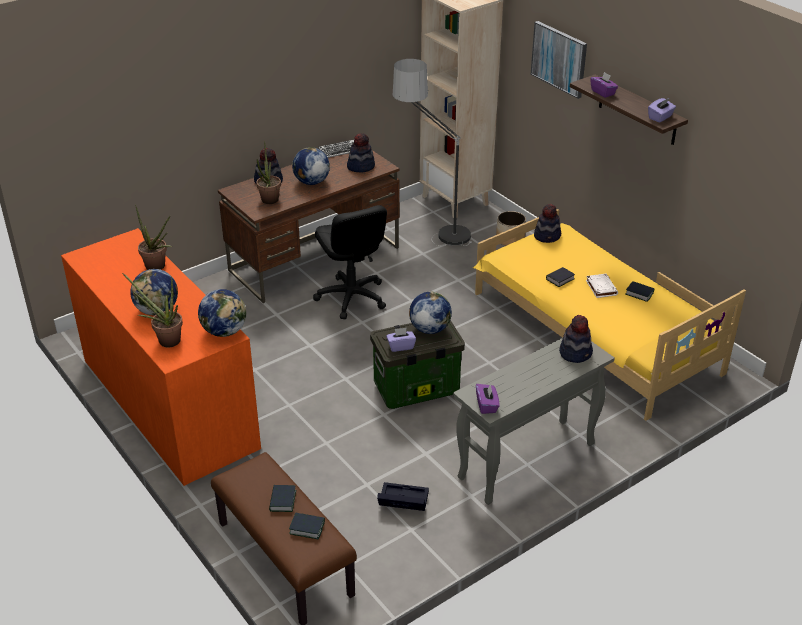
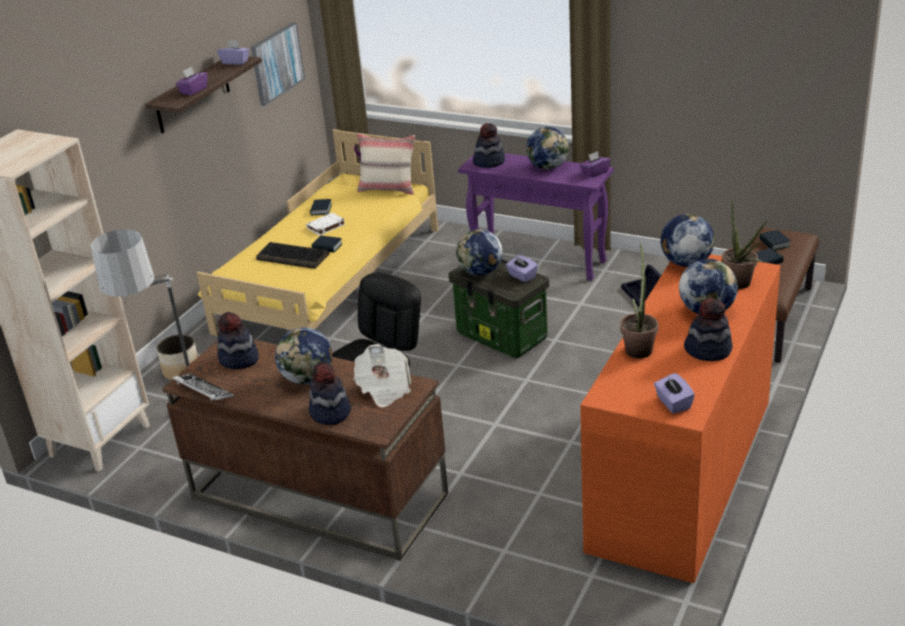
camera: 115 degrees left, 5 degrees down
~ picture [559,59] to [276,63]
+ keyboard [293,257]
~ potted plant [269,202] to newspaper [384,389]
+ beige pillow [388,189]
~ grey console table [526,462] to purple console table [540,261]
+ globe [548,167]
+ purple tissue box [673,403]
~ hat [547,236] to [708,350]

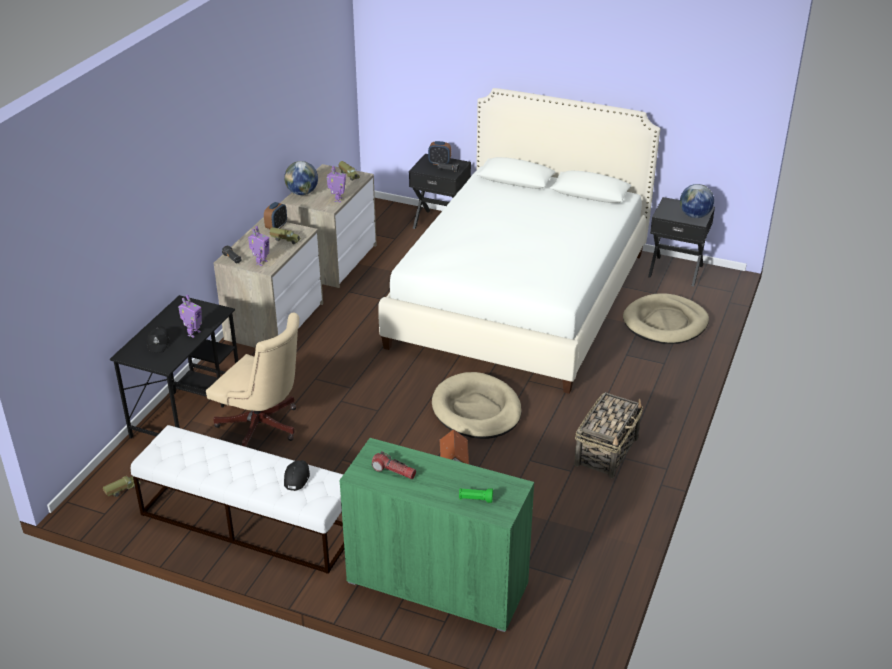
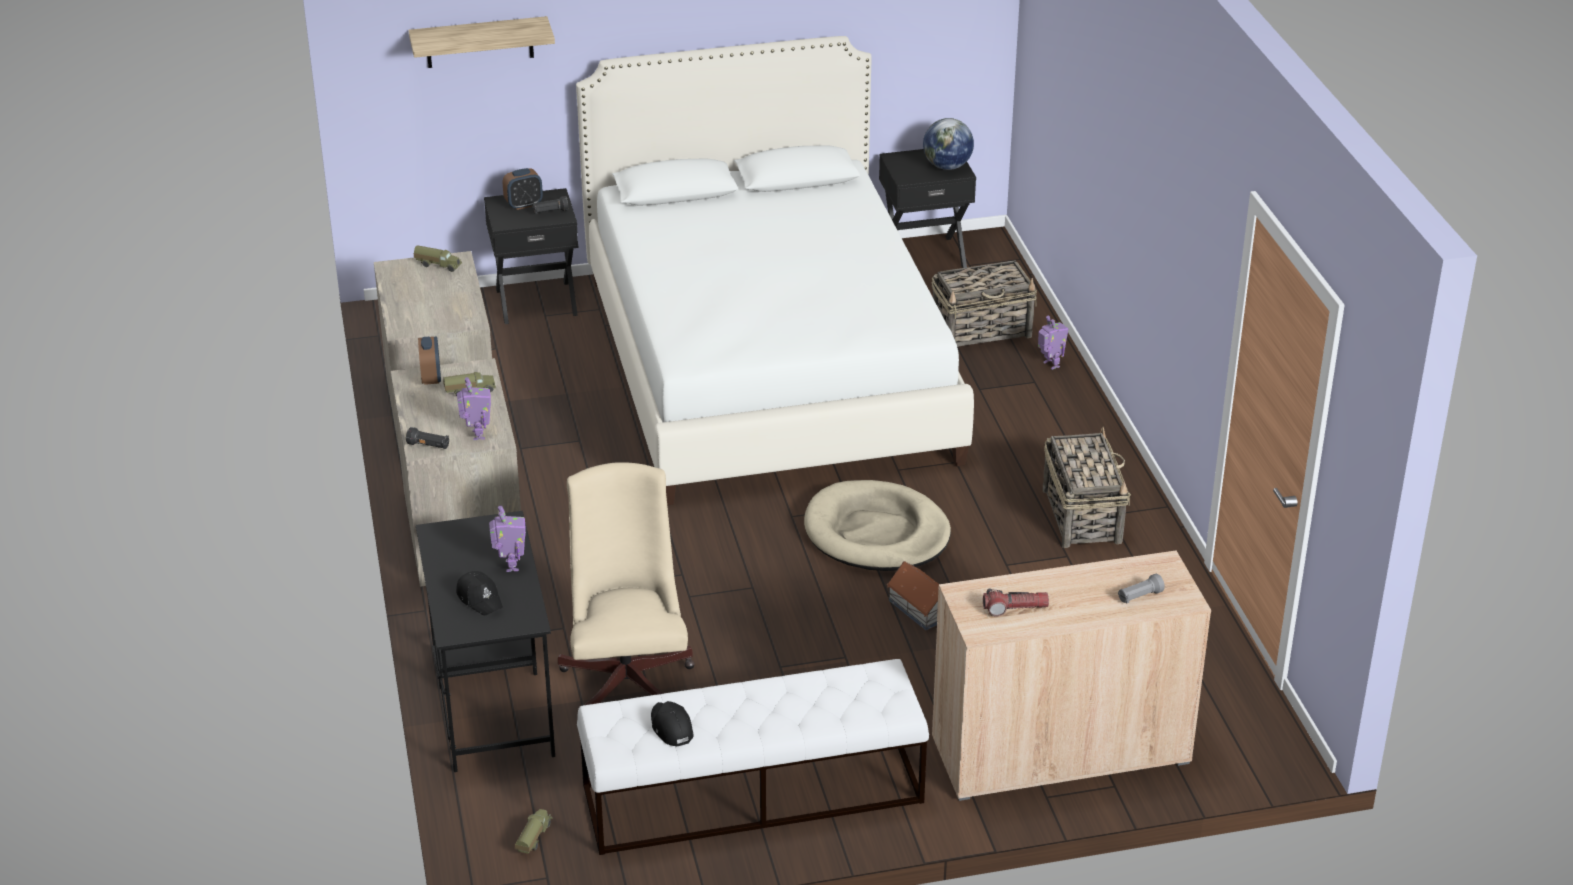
camera: 35 degrees left, 0 degrees up
+ shelf [479,42]
~ beige office chair [263,428] = [628,676] 90 degrees counterclockwise
~ black cap [296,477] to [670,728]
~ beige dog bed [665,323] to basket [982,330]
~ green cabinet [437,583] to beige cabinet [1060,750]
~ toy robot [337,199] to [1050,365]
~ green flashlight [475,499] to grey flashlight [1139,597]
- globe [302,193]

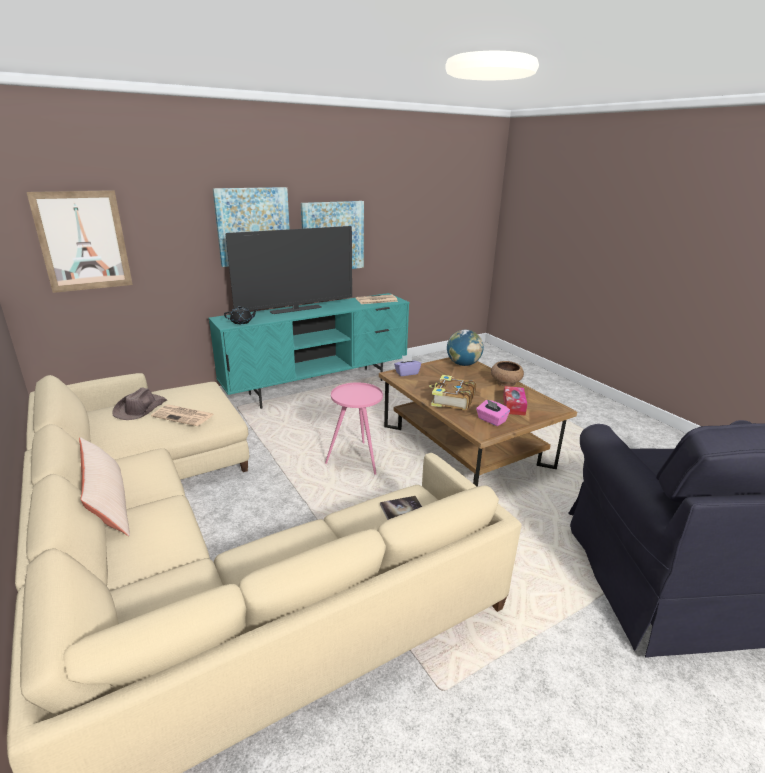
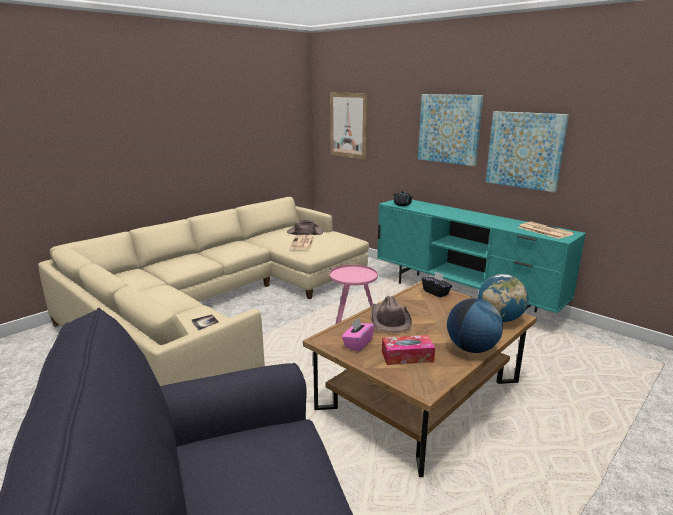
camera: 75 degrees right, 5 degrees down
~ book [452,400] to brown hat [389,319]
~ purple tissue box [407,373] to black tissue box [436,292]
~ brown bowl [506,383] to globe [471,349]
- beige pillow [109,505]
- television [296,310]

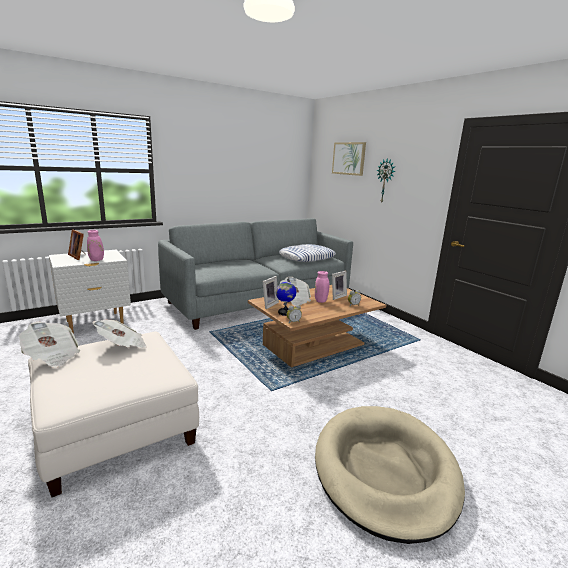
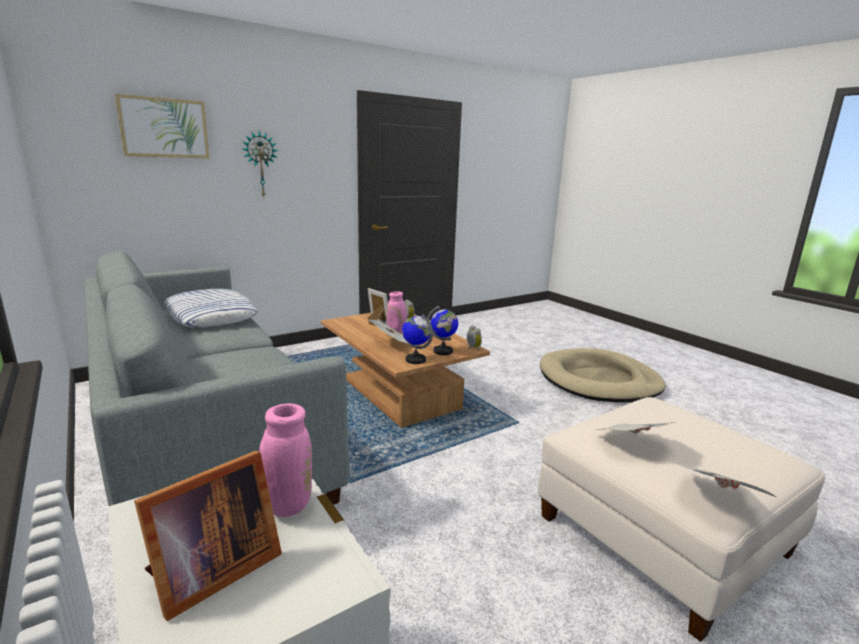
camera: 90 degrees left, 0 degrees up
~ picture frame [268,304] to globe [415,360]

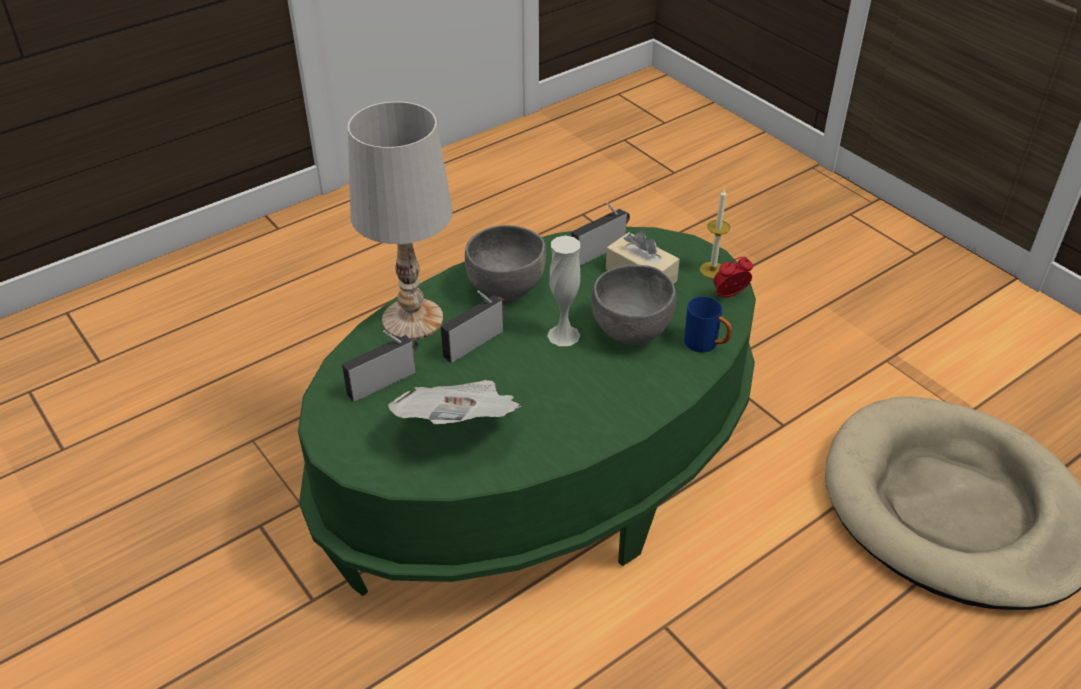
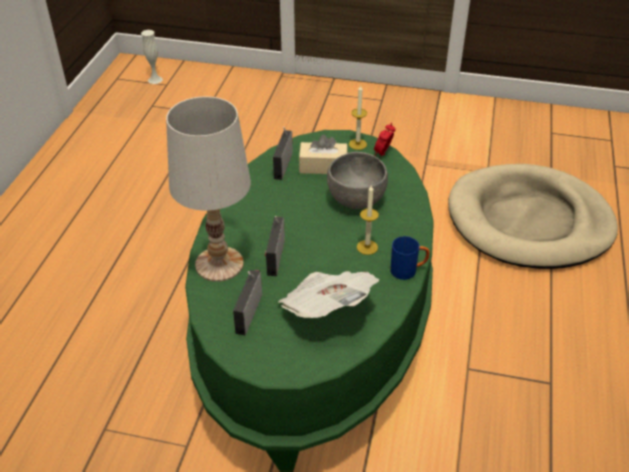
camera: 40 degrees left, 0 degrees up
~ white vase [563,335] to [155,80]
+ candle [367,247]
~ blue mug [706,345] to [408,270]
- grey bowl [506,289]

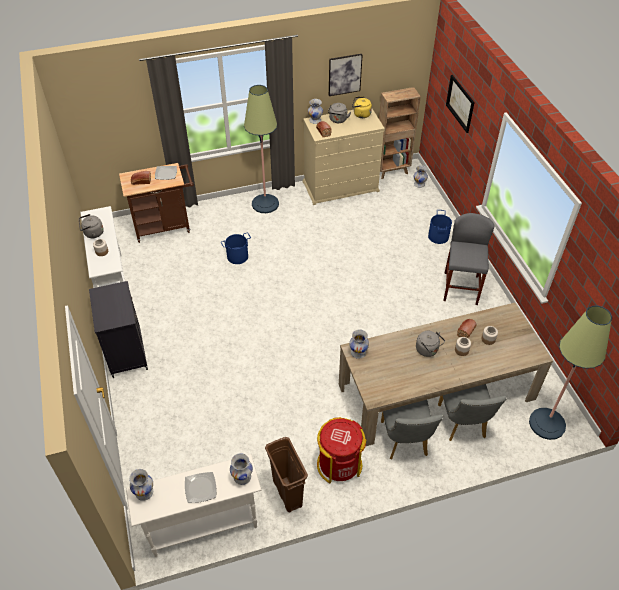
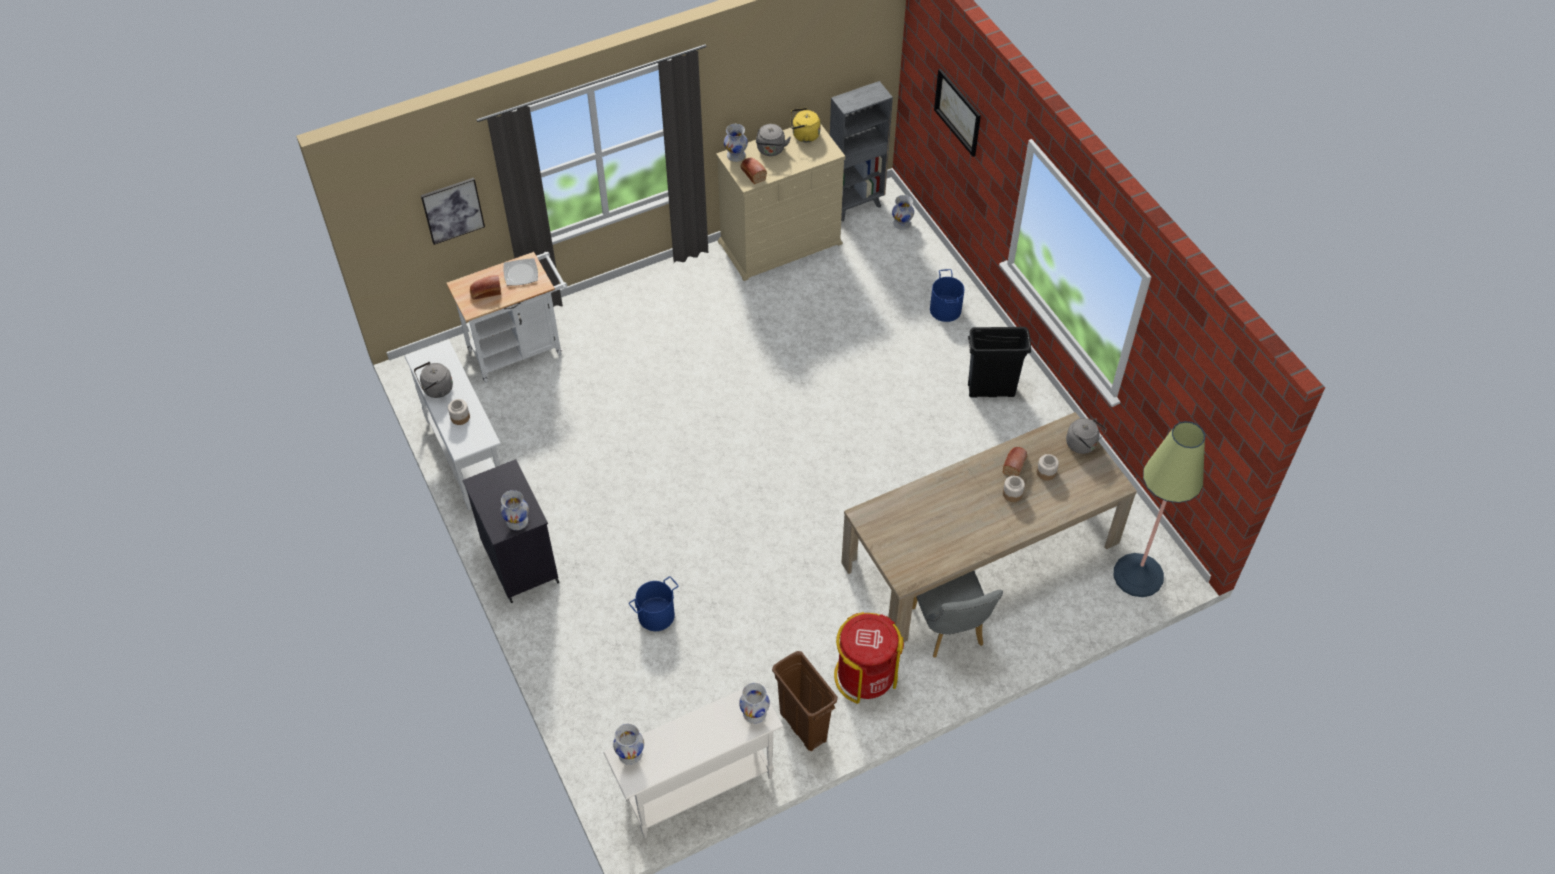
camera: 10 degrees left, 5 degrees up
~ picture [344,74] to [452,210]
~ brown cart [165,226] to white cart [520,349]
~ white vase [358,352] to [517,521]
~ blue bucket [237,256] to [656,614]
~ brown bookcase [392,171] to grey bookcase [856,205]
~ grey stool [460,288] to black trash can [991,390]
~ grey kettle [428,350] to [1083,444]
- plate [200,488]
- floor lamp [265,204]
- grey chair [463,424]

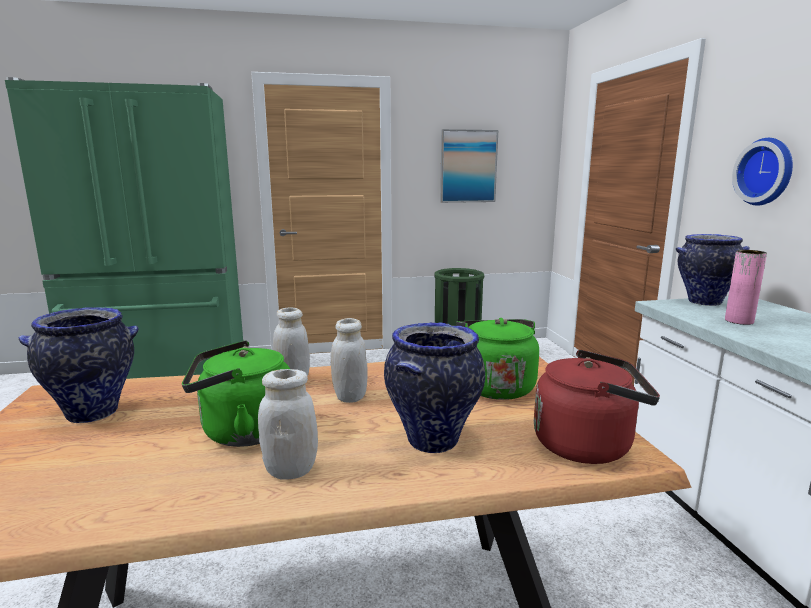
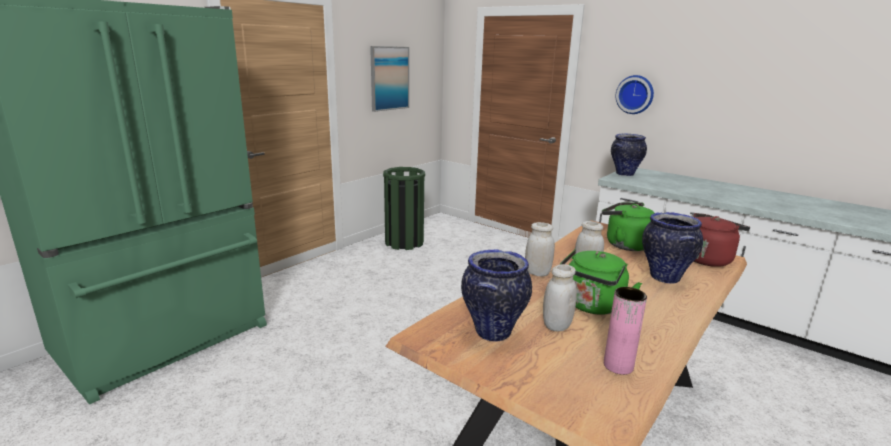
camera: 40 degrees left, 5 degrees up
~ white jar [290,470] to [556,325]
~ pink vase [739,321] to [618,366]

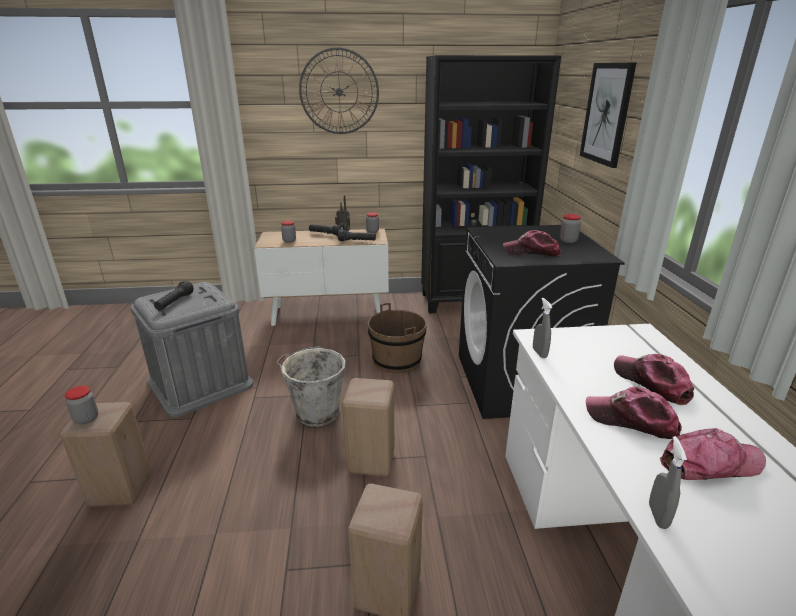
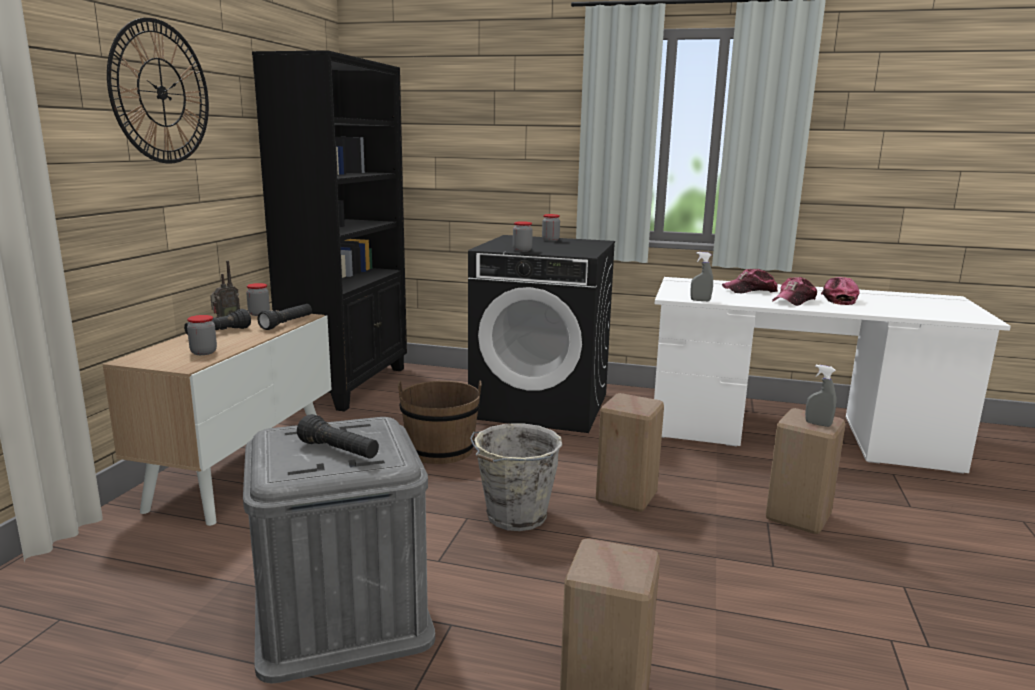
camera: 70 degrees left, 10 degrees down
~ jar [86,418] to [522,250]
~ grey spray bottle [658,516] to [818,424]
- cap [531,252]
- picture [607,114]

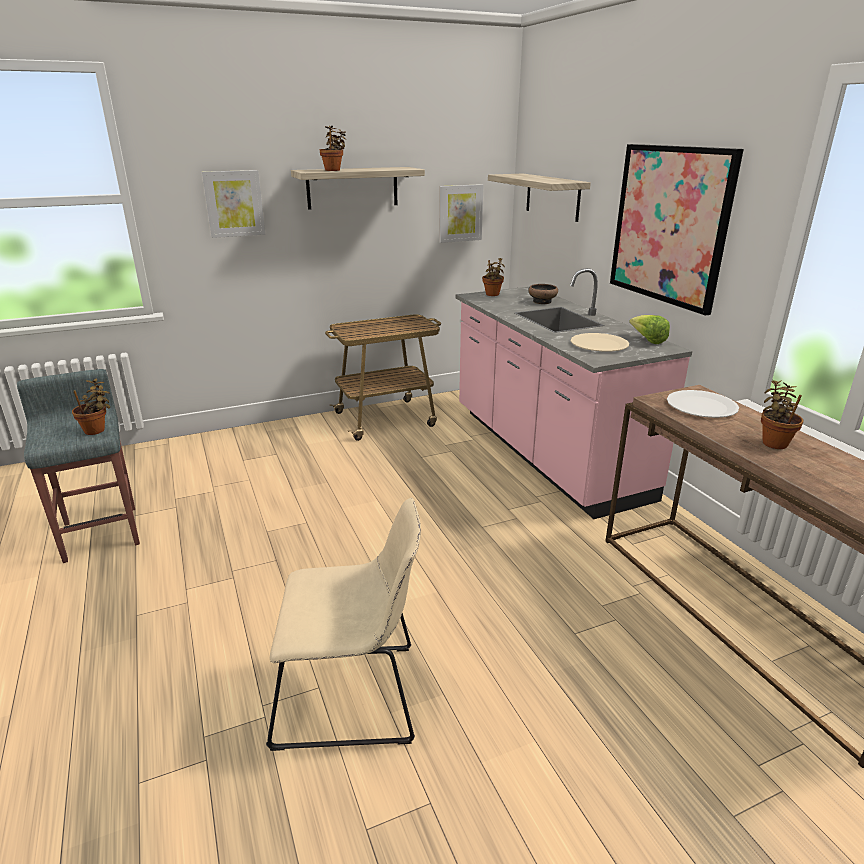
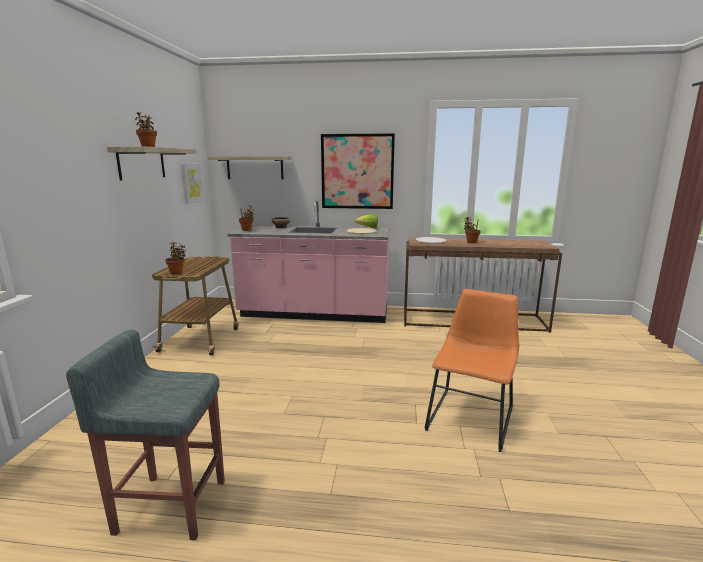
camera: 60 degrees left, 10 degrees down
~ potted plant [97,430] to [177,272]
~ beige chair [353,695] to orange chair [471,416]
- picture [234,203]

